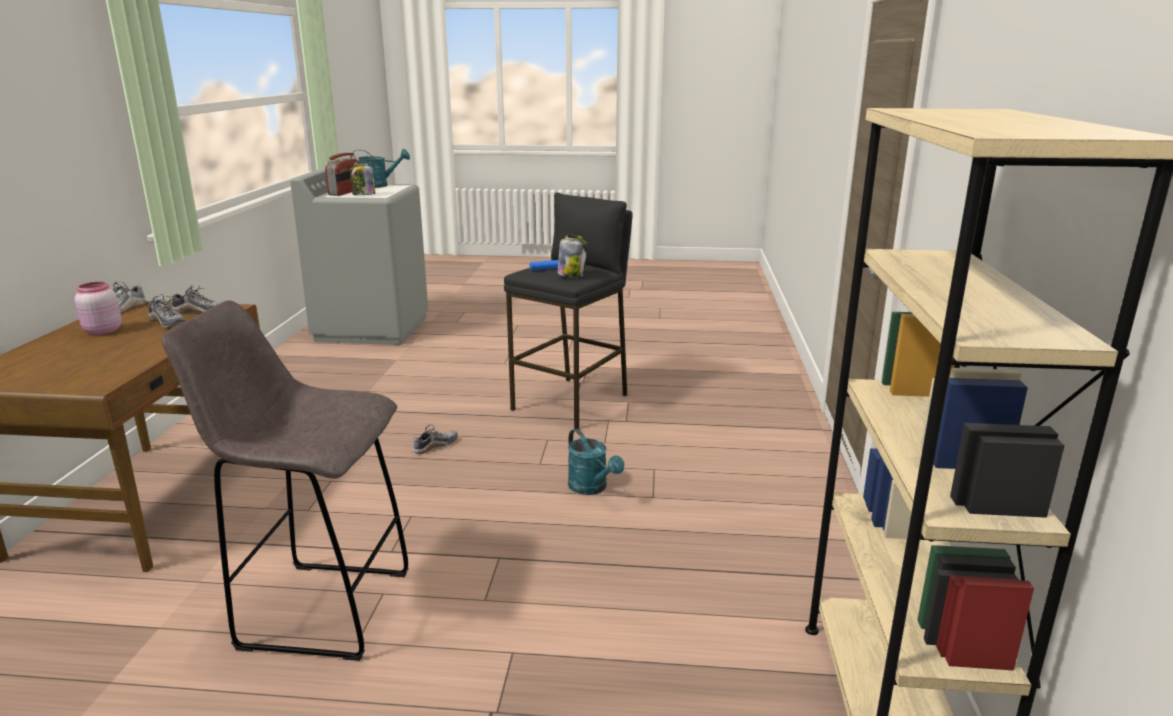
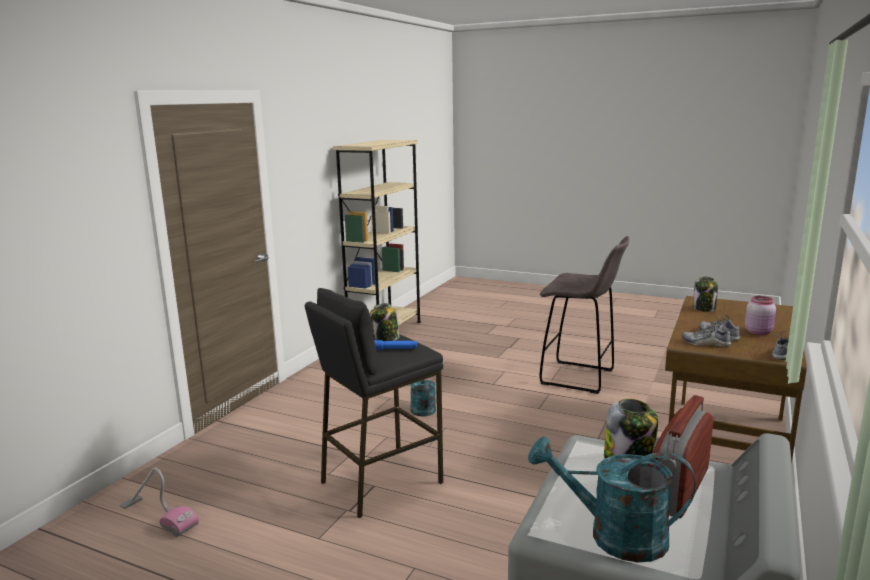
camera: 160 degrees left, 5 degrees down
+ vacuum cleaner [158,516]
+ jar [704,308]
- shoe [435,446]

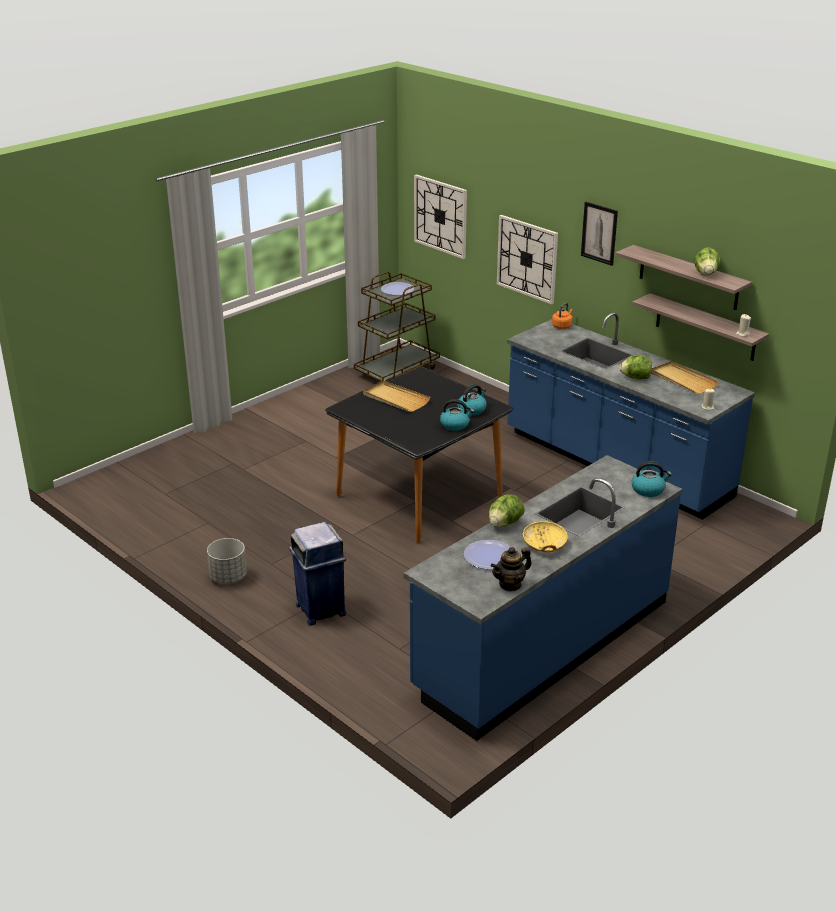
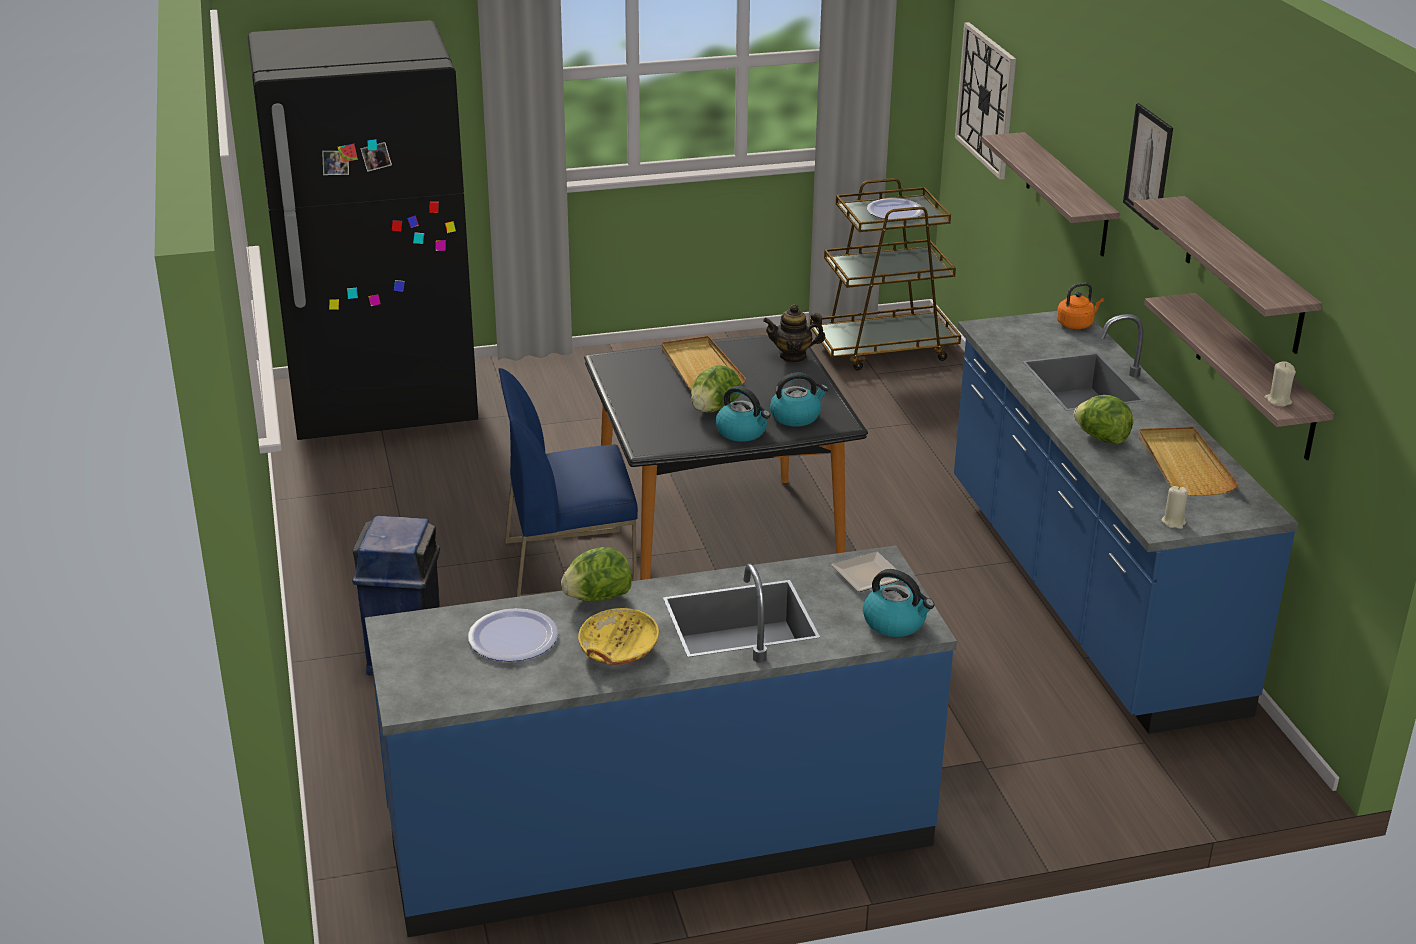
camera: 30 degrees right, 0 degrees up
+ black fridge [383,404]
+ blue chair [570,564]
~ lettuce [706,274] to [714,409]
~ teapot [510,584] to [792,356]
+ plate [865,575]
~ wall clock [527,259] to shelf [1067,195]
- grey planter [228,577]

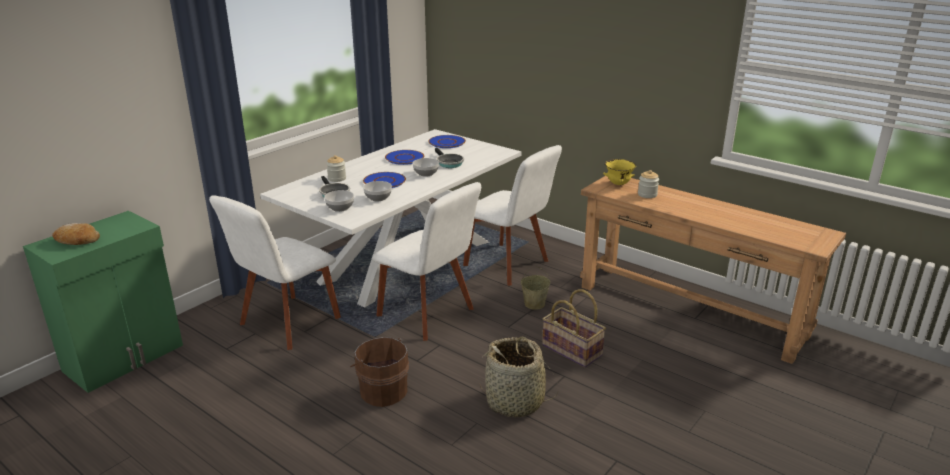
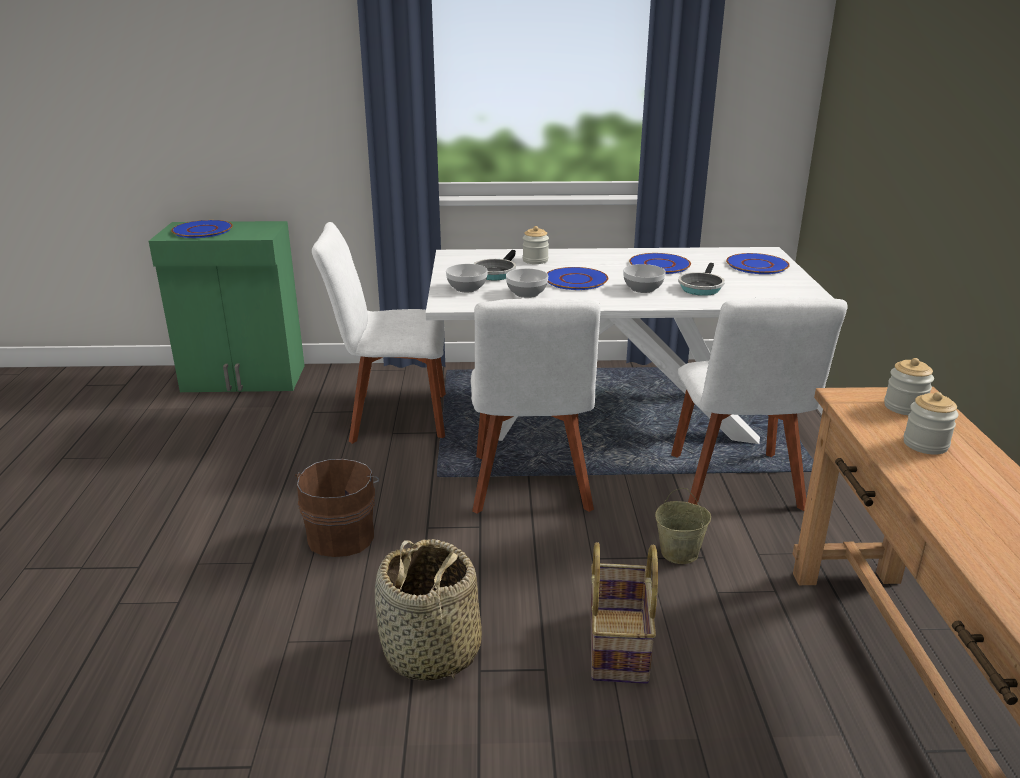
camera: 50 degrees right, 0 degrees up
~ bread [77,241] to blue plate [202,230]
~ yellow bowl [618,184] to jar [904,407]

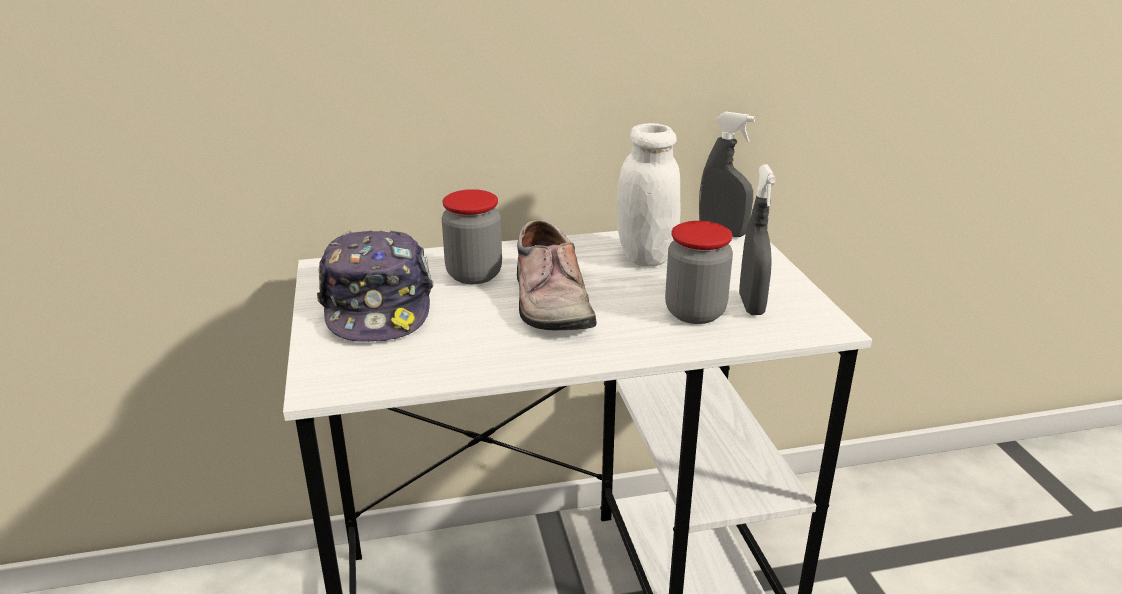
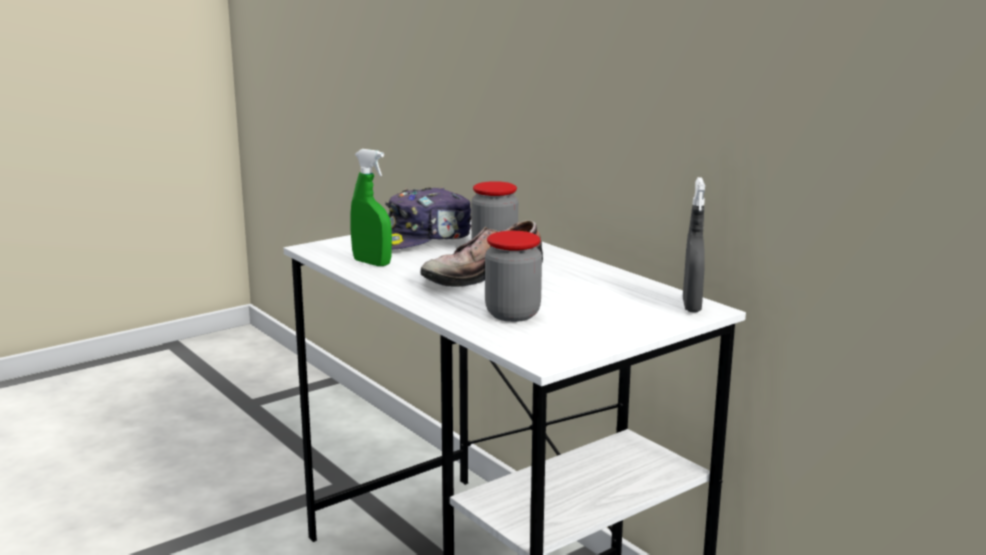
camera: 65 degrees right, 10 degrees down
+ green spray bottle [372,263]
- white jar [646,256]
- grey spray bottle [751,305]

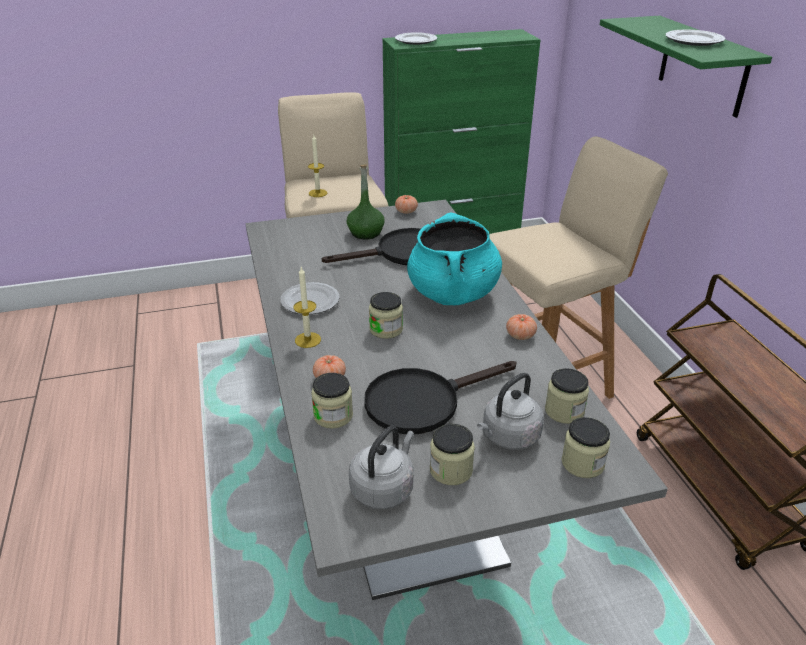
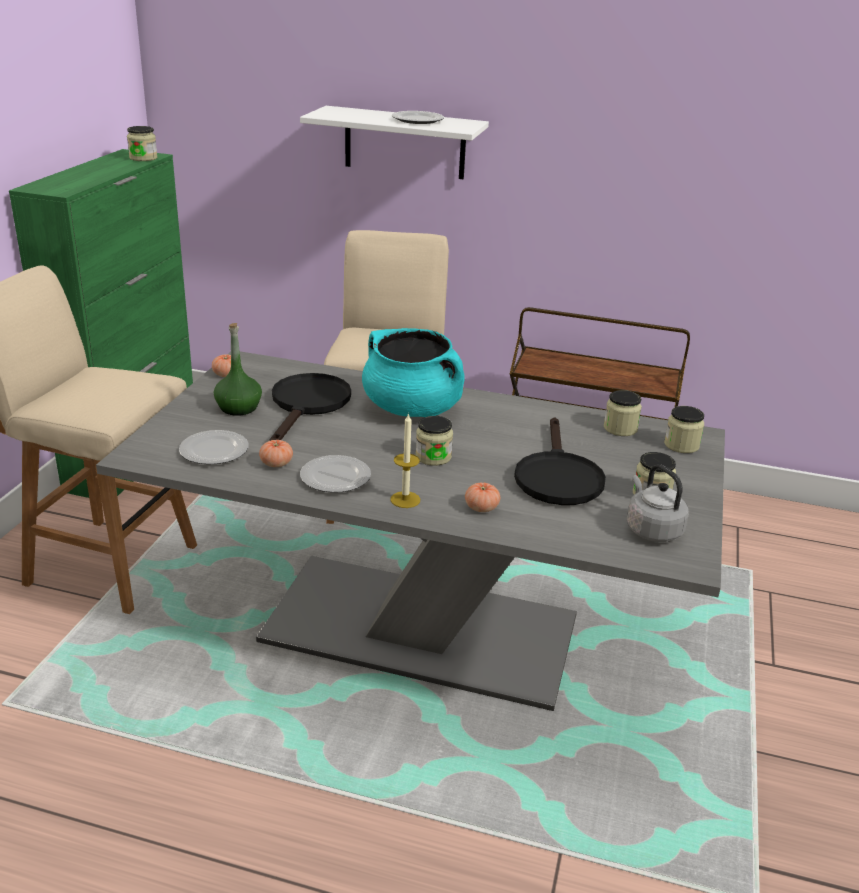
camera: 60 degrees left, 5 degrees down
~ jar [333,416] to [143,158]
~ plate [415,41] to [214,451]
~ tomato [520,335] to [276,463]
~ green shelf [703,66] to white shelf [404,143]
- candle [318,193]
- grey kettle [508,437]

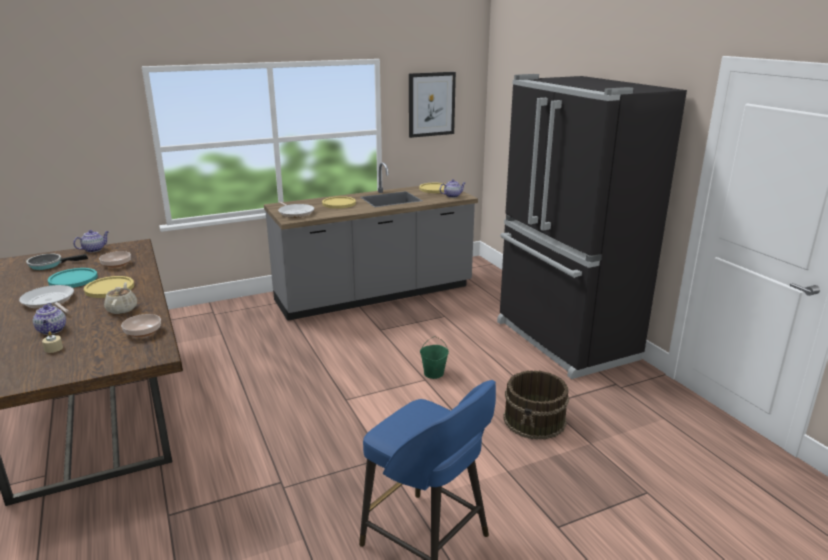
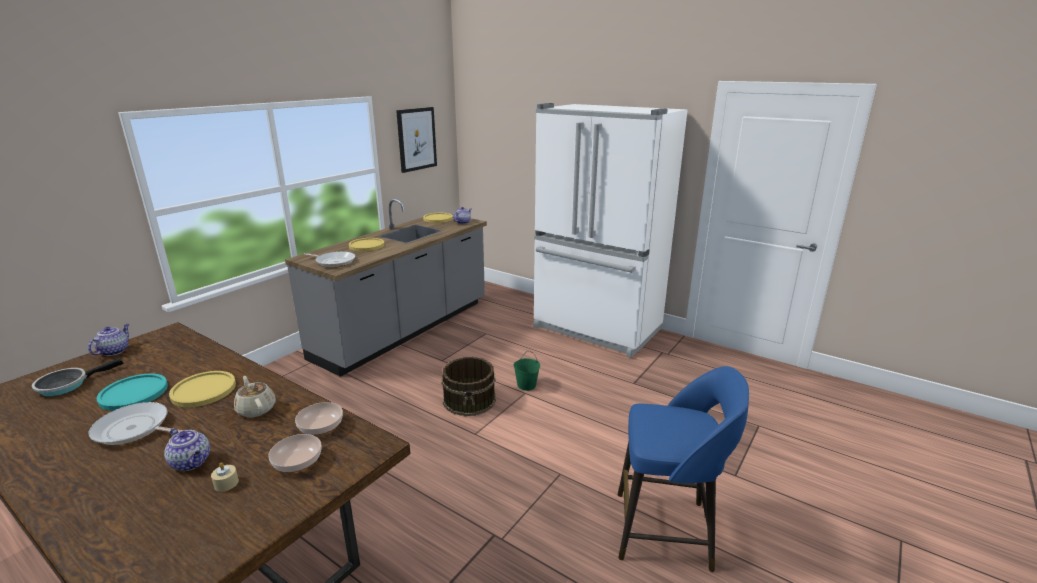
camera: 30 degrees left, 0 degrees up
~ bowl [116,264] to [297,462]
~ brown bucket [535,420] to [470,399]
~ black fridge [563,341] to white fridge [596,329]

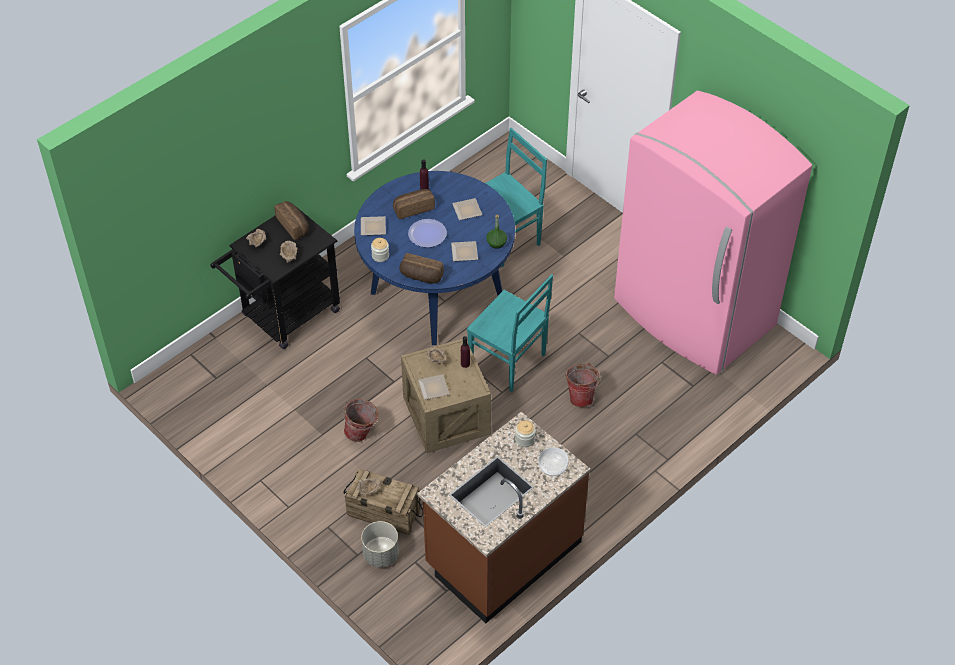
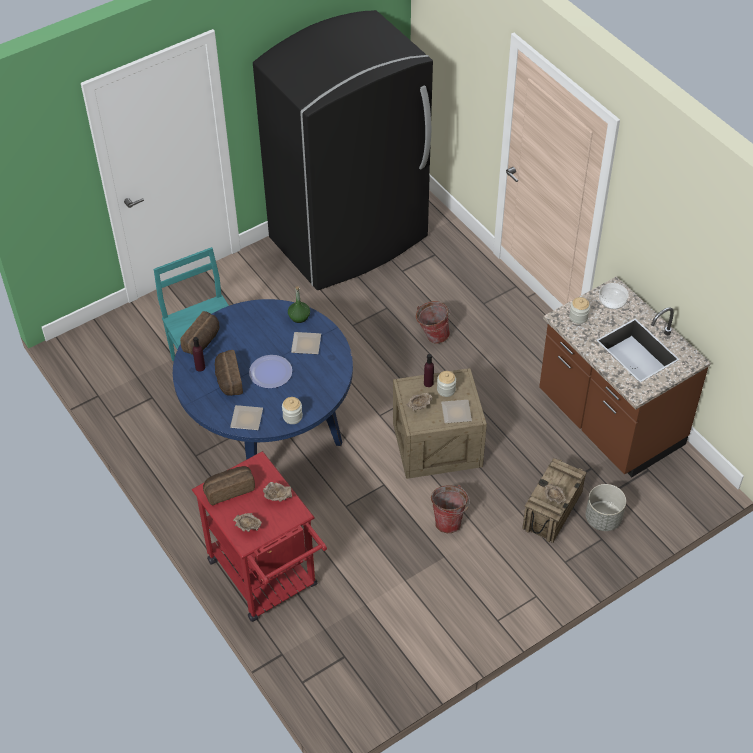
camera: 80 degrees left, 0 degrees up
~ bread [421,277] to [203,341]
~ black cart [284,317] to red cart [268,579]
~ pink fridge [693,315] to black fridge [350,239]
+ jar [446,390]
- plate [466,210]
- turquoise chair [509,362]

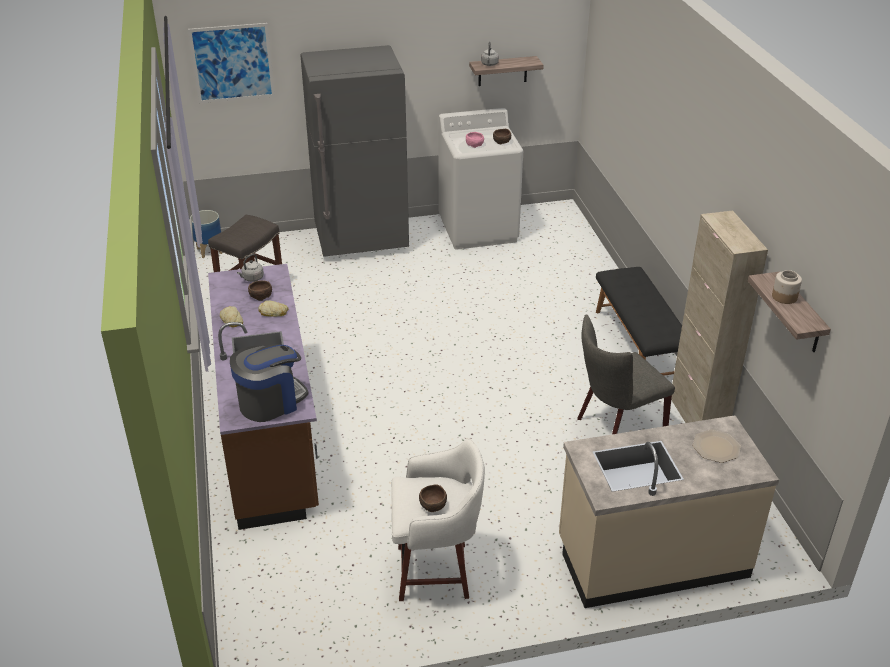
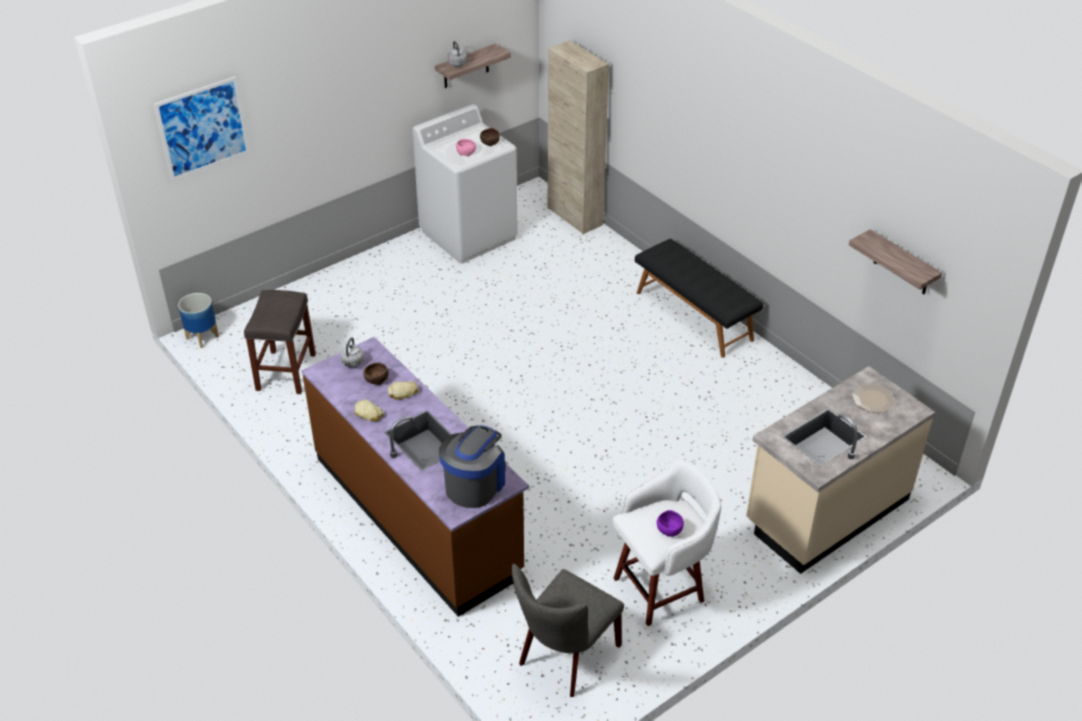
camera: 25 degrees left, 5 degrees up
~ grey chair [616,425] to [565,658]
~ beige cabinet [697,418] to [574,216]
~ brown bowl [432,505] to purple bowl [669,530]
- grey fridge [362,241]
- jar [784,297]

